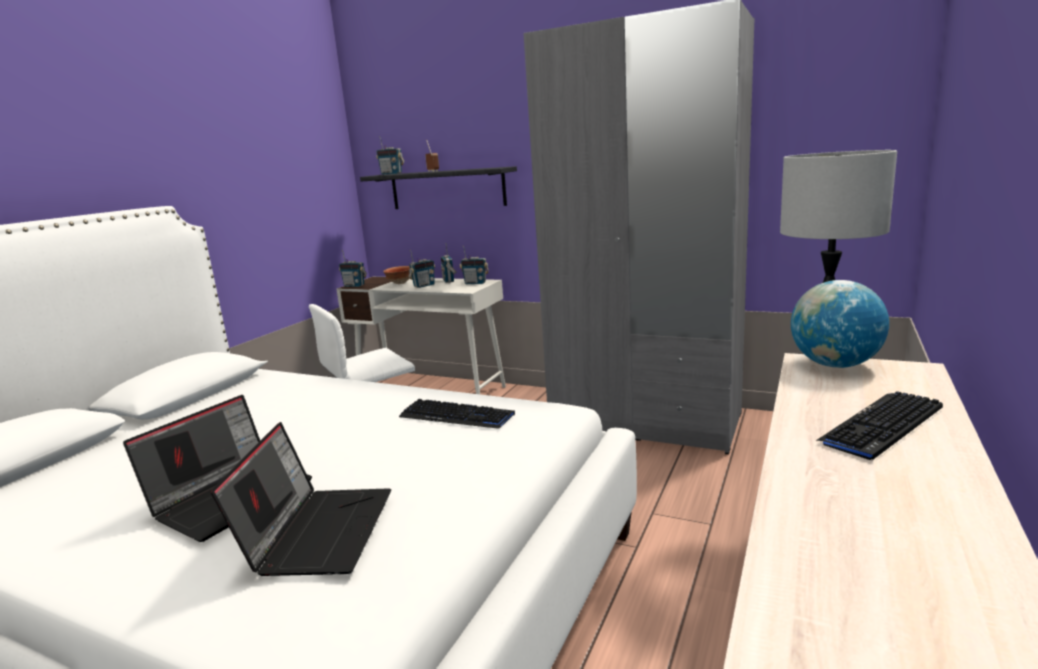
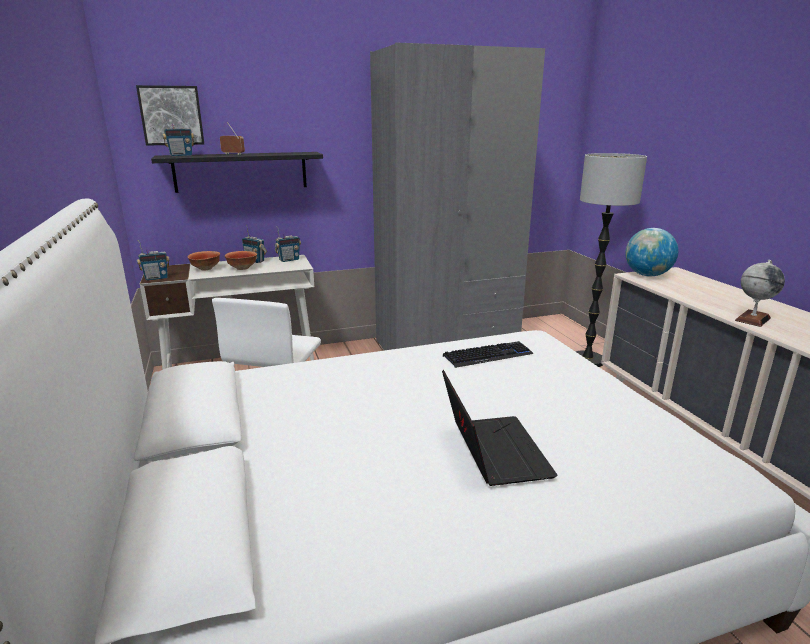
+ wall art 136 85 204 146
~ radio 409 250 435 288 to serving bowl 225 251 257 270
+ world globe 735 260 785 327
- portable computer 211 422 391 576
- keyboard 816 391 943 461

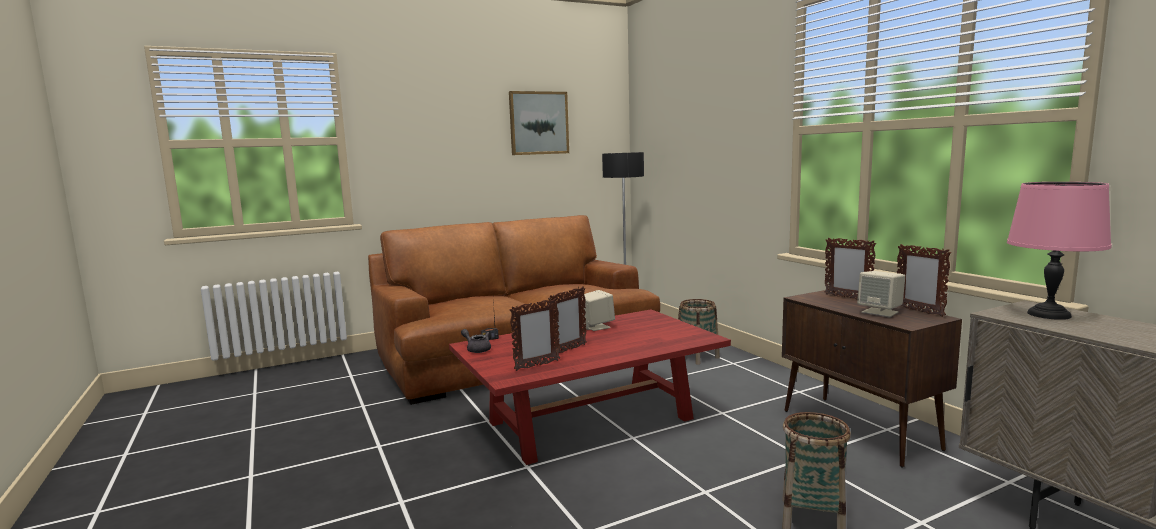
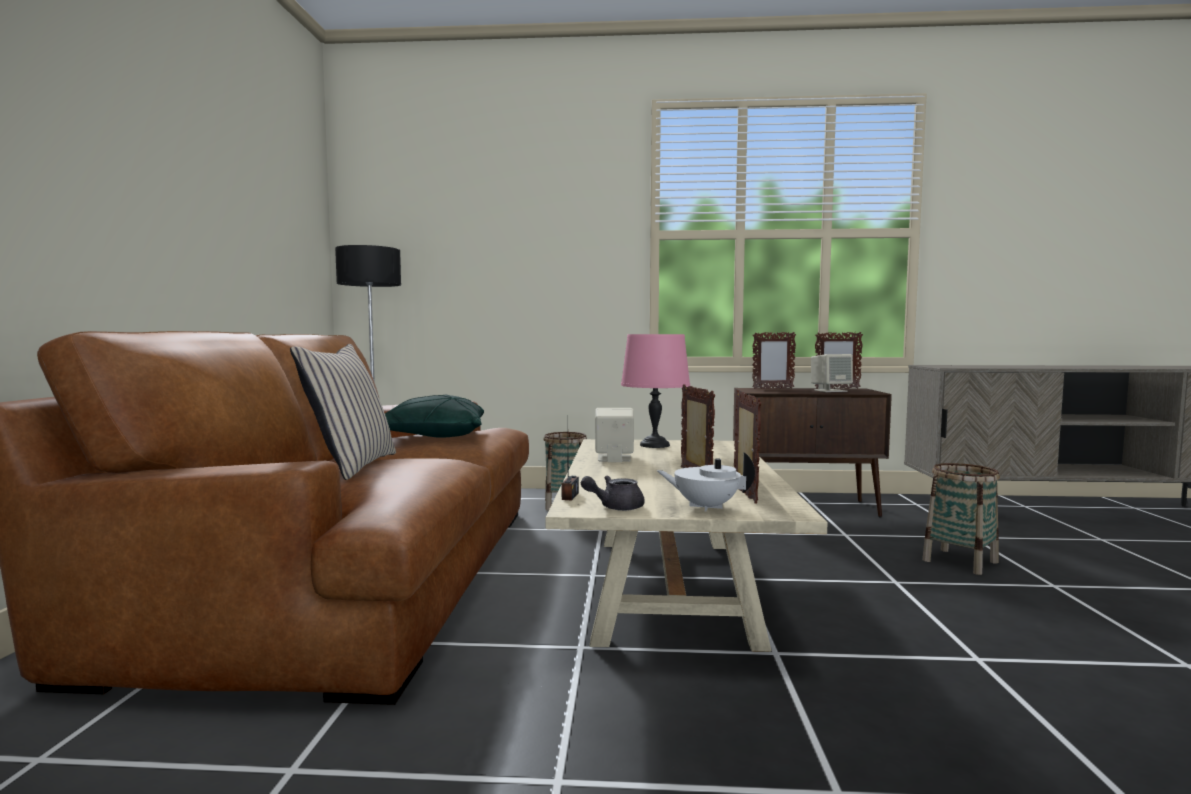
+ sand-coloured throw pillow 290 344 396 480
+ greenish throw pillow 385 395 484 438
~ red-coloured coffee table 449 309 731 465 to sand-coloured coffee table 545 439 828 652
~ pinkish table lamp 1007 182 1112 320 to 621 334 690 448
+ whitish tea pot 657 452 755 511
- wall art 509 91 569 155

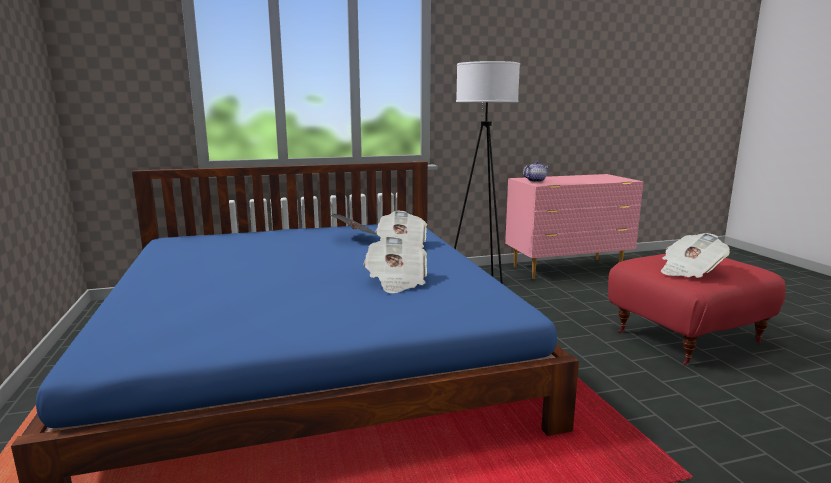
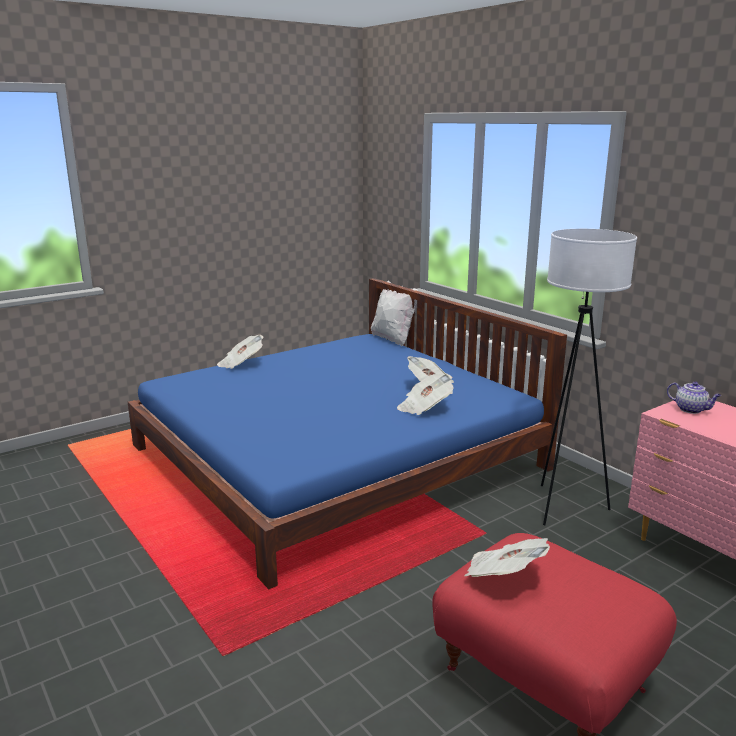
~ printed paper 363 236 427 293 to 217 335 264 369
+ whitish throw pillow 371 280 419 346

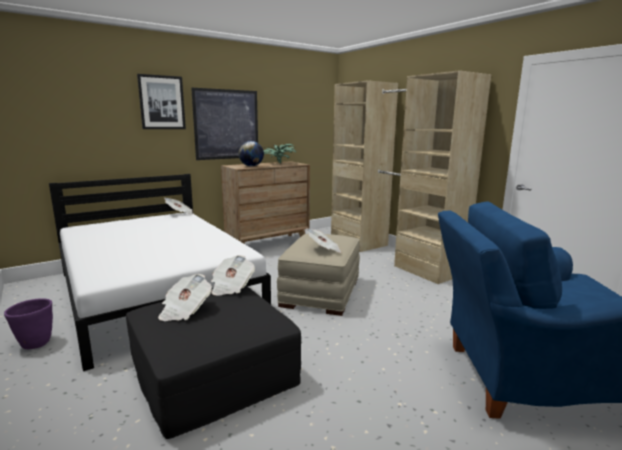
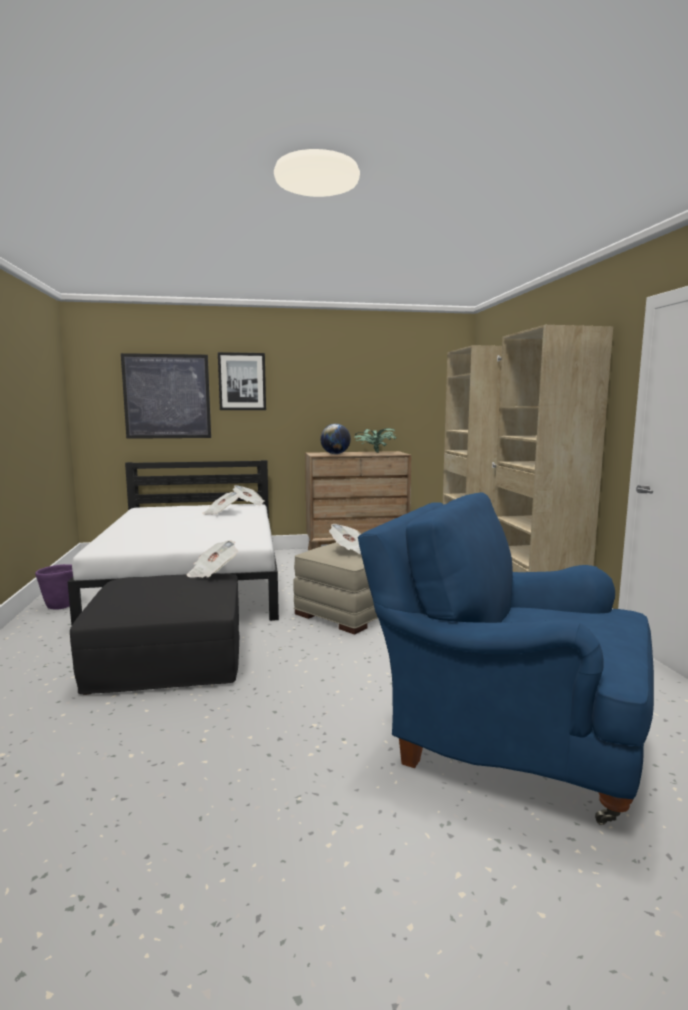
~ wall art 191 88 258 160 to 121 353 211 439
~ printed paper 158 274 212 321 to 202 491 238 515

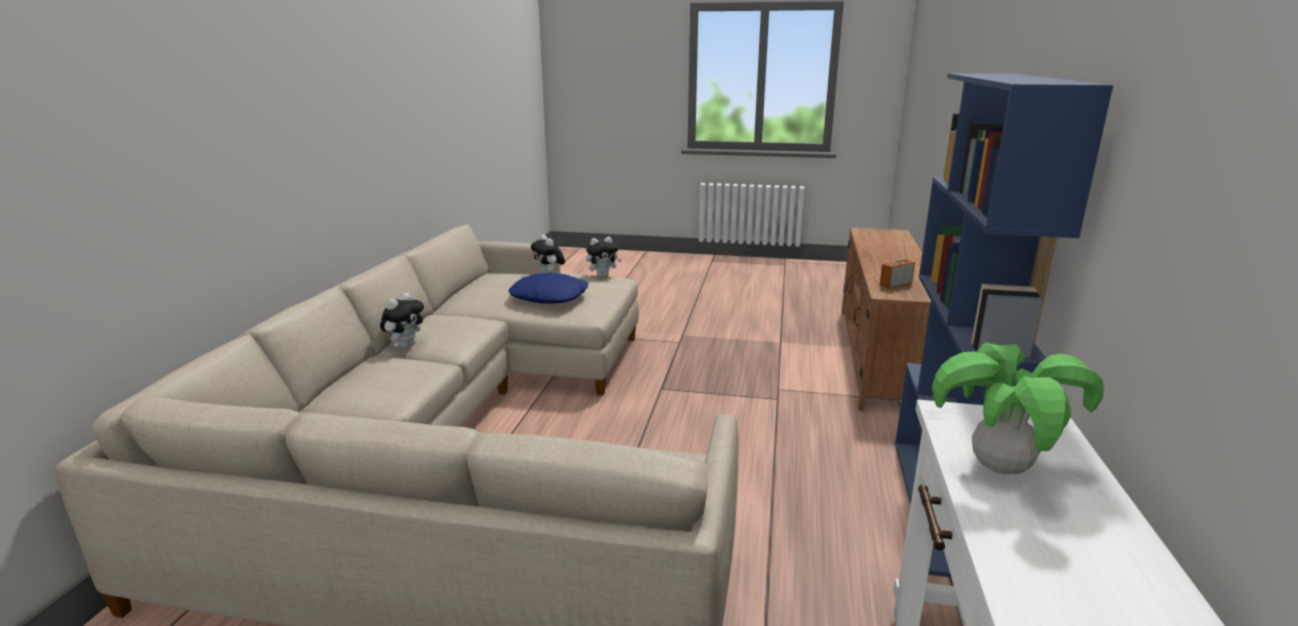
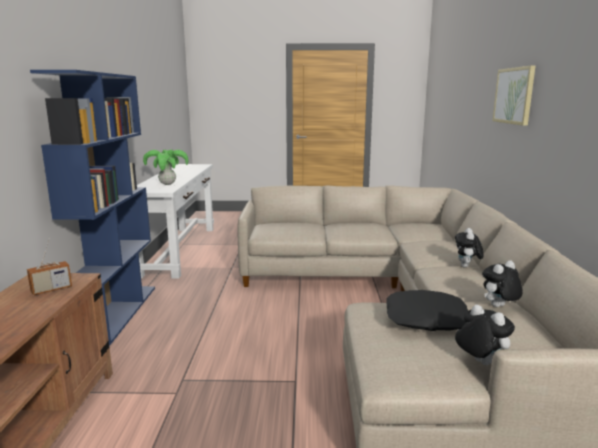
~ blue-coloured throw pillow 508 273 588 304 to black-coloured throw pillow 386 290 468 331
~ soft toy 586 237 622 277 to 482 260 523 307
+ wall art 493 65 536 126

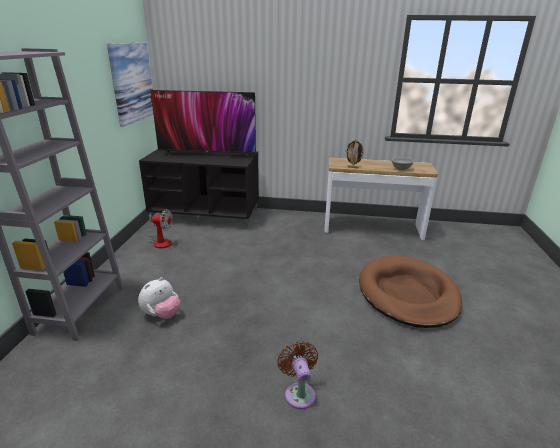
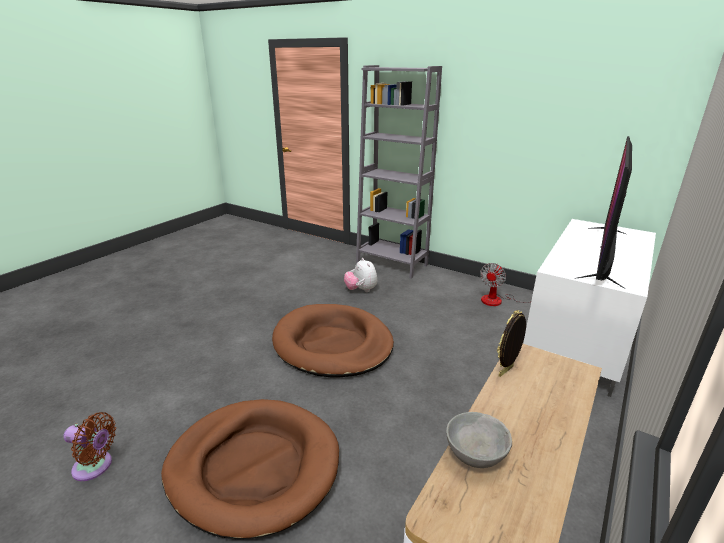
~ brown cooling fan 277 341 318 409 to 63 412 116 481
+ brown pet bed 272 304 394 378
~ black-coloured tv stand 139 149 259 230 to whitish tv stand 523 219 656 397
- wall art 107 42 153 127

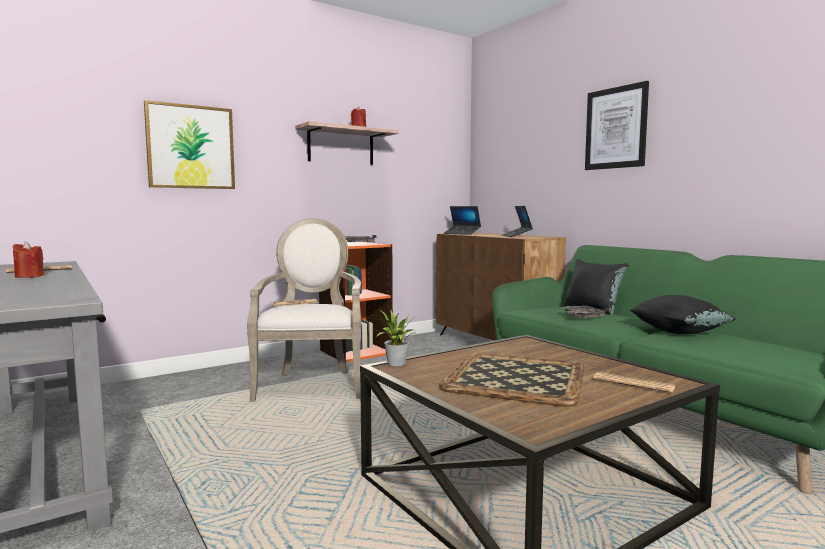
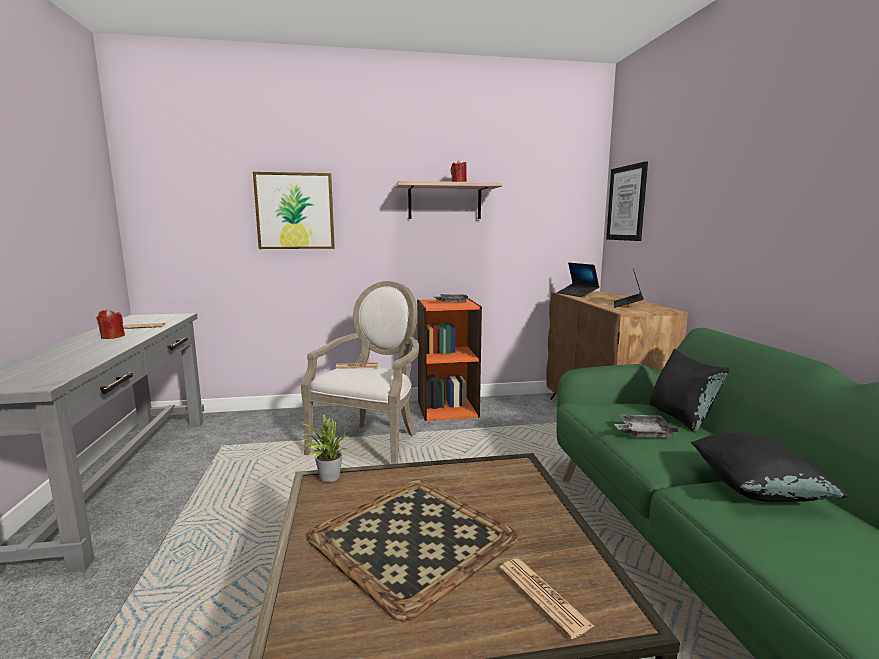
~ wall art 585 81 649 170 to 606 161 648 241

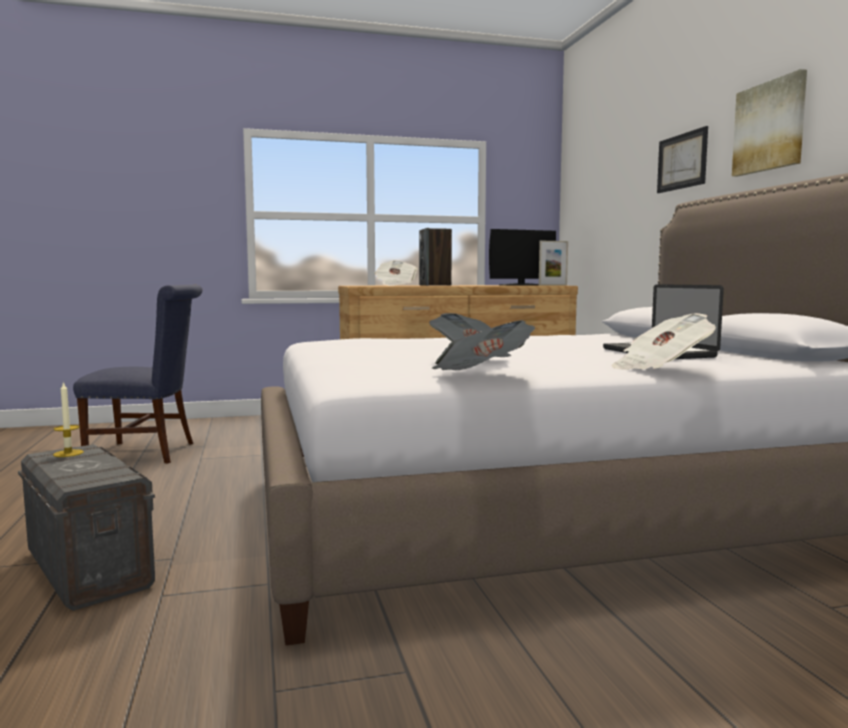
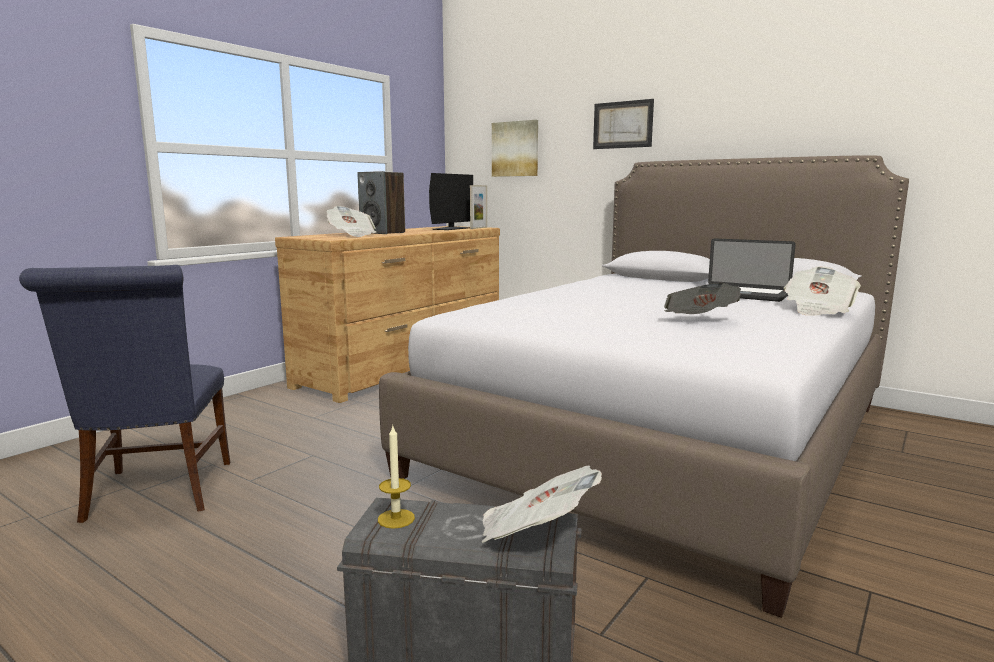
~ blue-coloured plain chair 73 285 202 463 = 19 265 231 523 120 degrees clockwise
~ printed paper 432 320 535 370 to 482 465 602 543
~ wall art 732 69 807 177 to 492 120 538 177

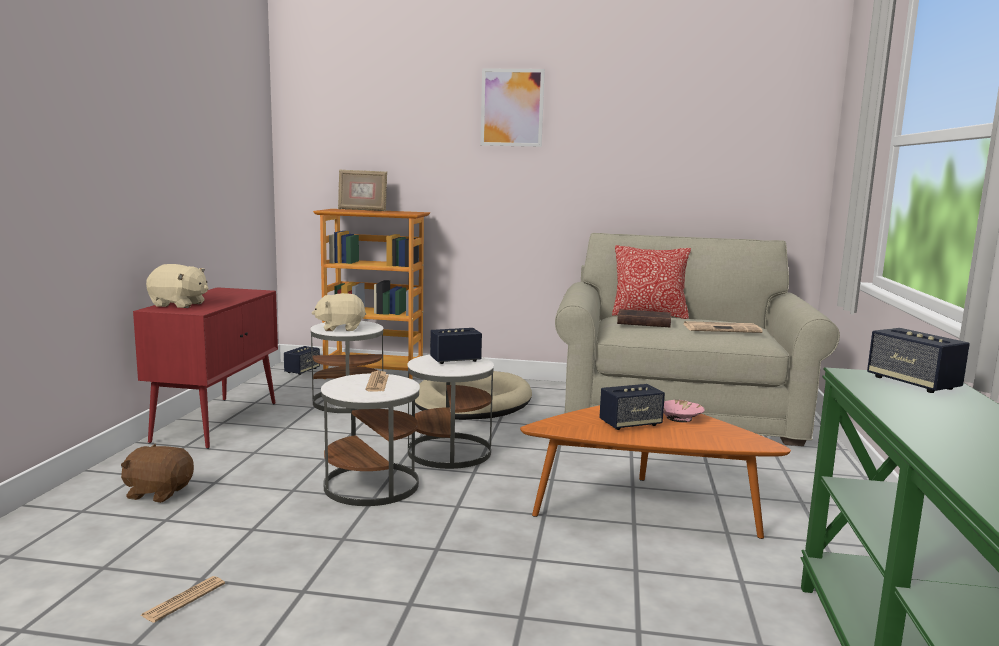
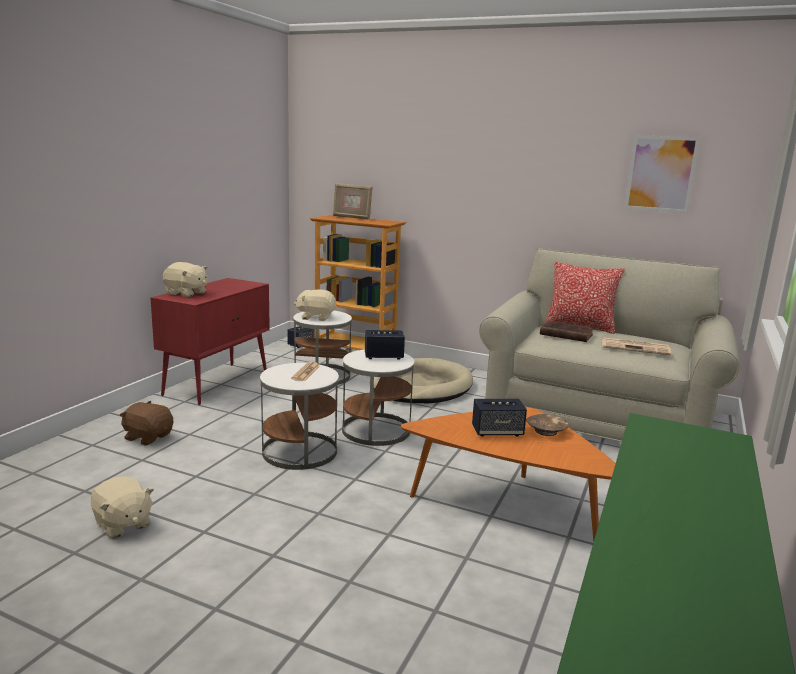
~ printed paper 140 576 225 623 to sand-coloured soft toy 91 476 154 539
~ pinkish serving bowl 663 400 705 422 to brown serving bowl 526 414 568 436
~ wall art 481 68 545 147 to 624 135 700 213
- audio speaker 867 328 970 393

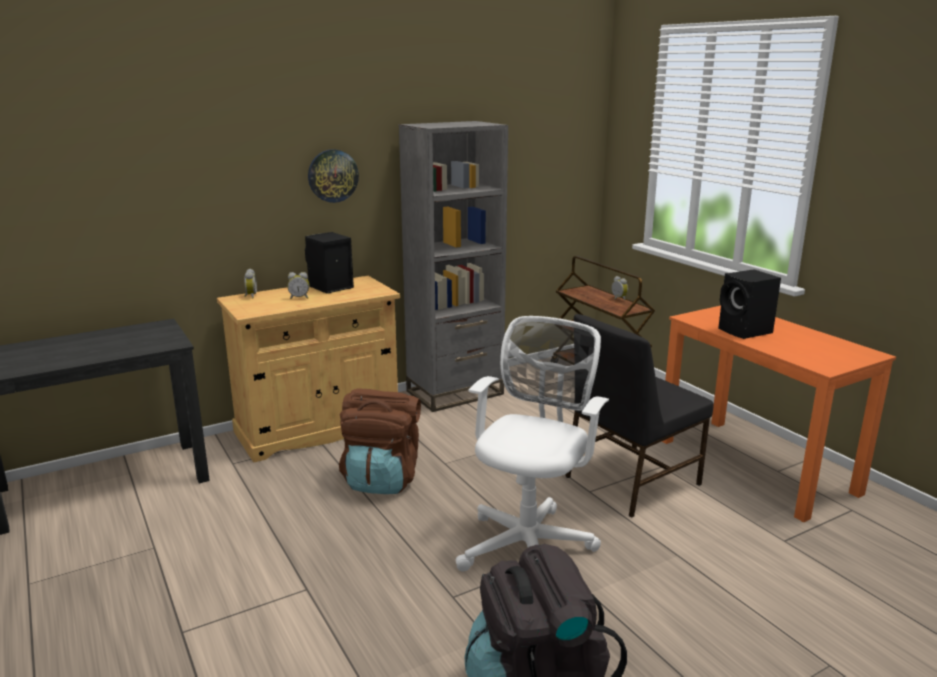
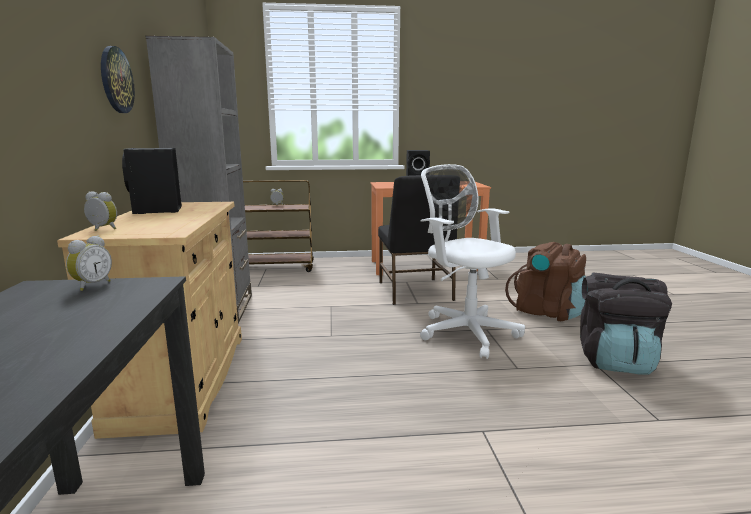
~ bedside clock 287 272 310 299 to 66 235 112 291
~ brown knapsack 339 388 421 494 to 505 242 586 321

